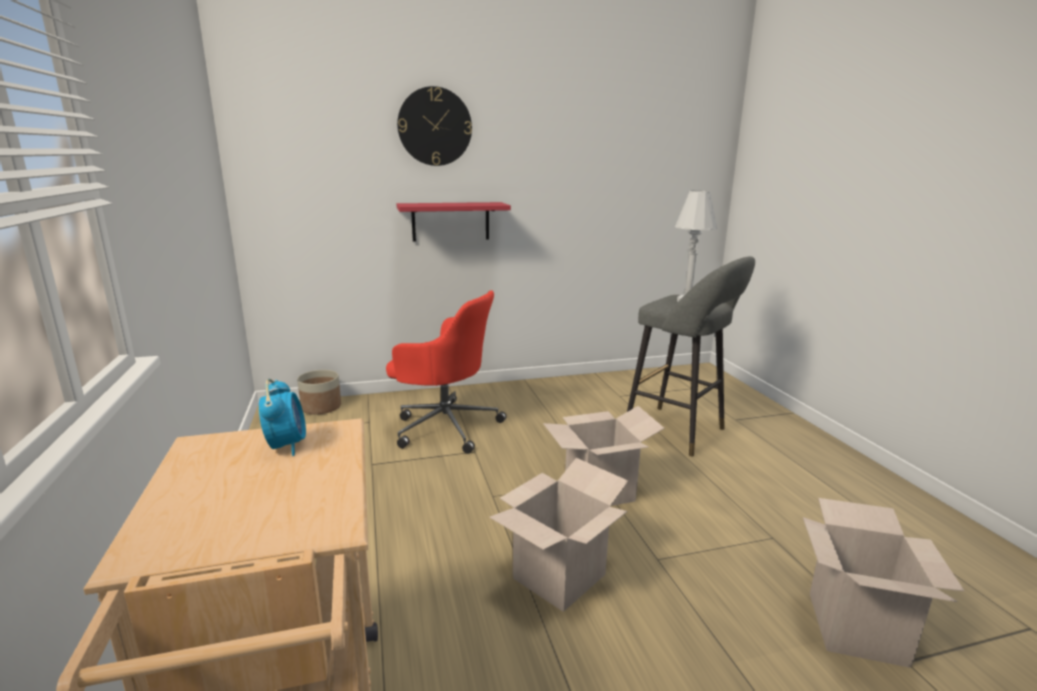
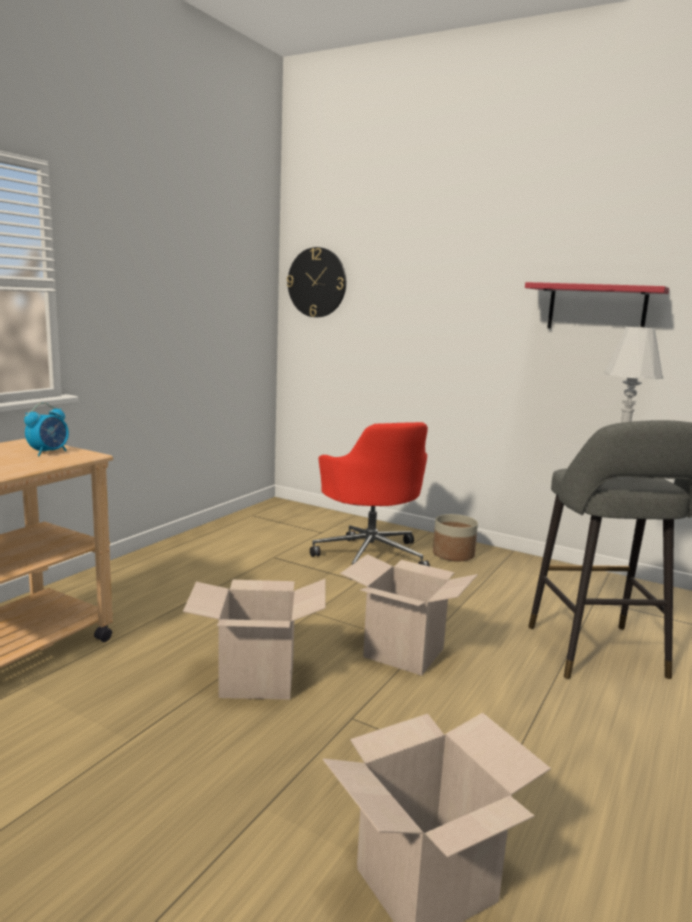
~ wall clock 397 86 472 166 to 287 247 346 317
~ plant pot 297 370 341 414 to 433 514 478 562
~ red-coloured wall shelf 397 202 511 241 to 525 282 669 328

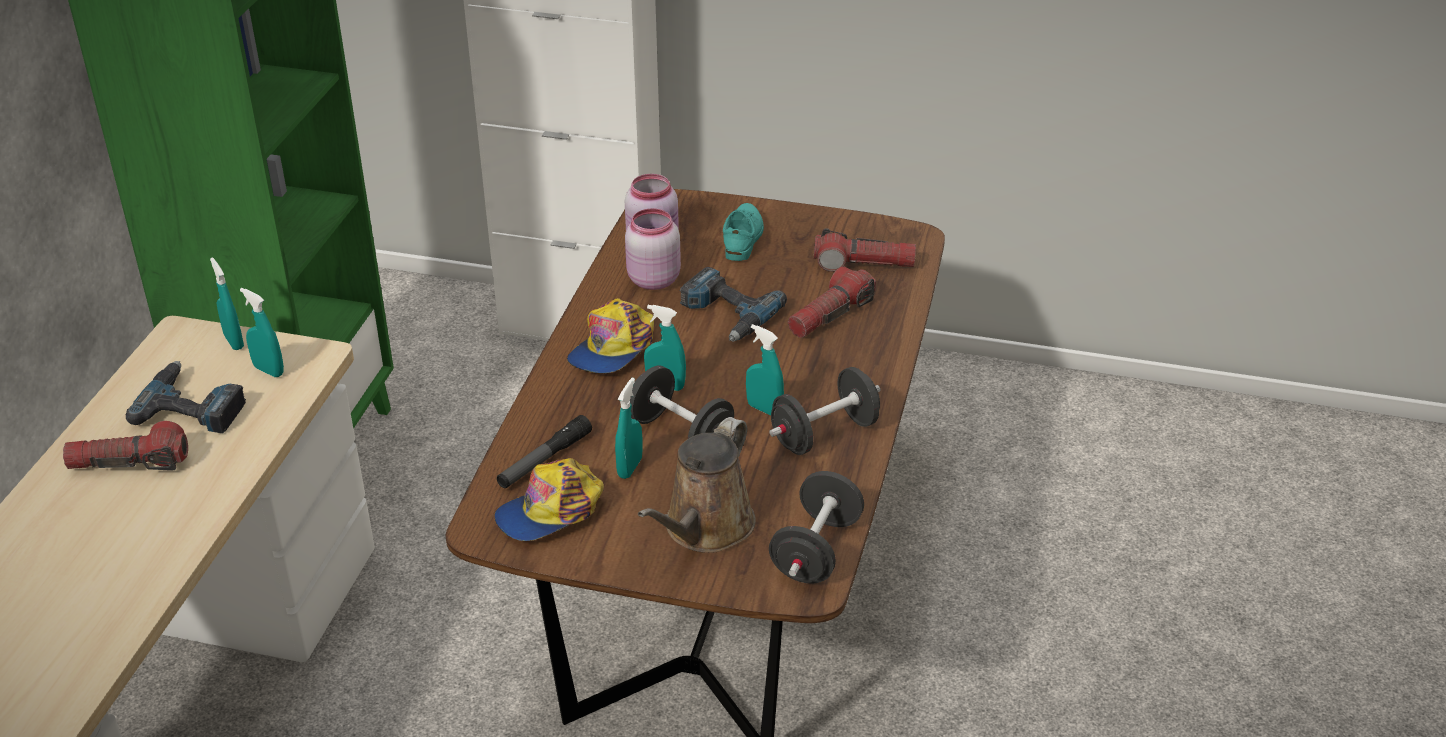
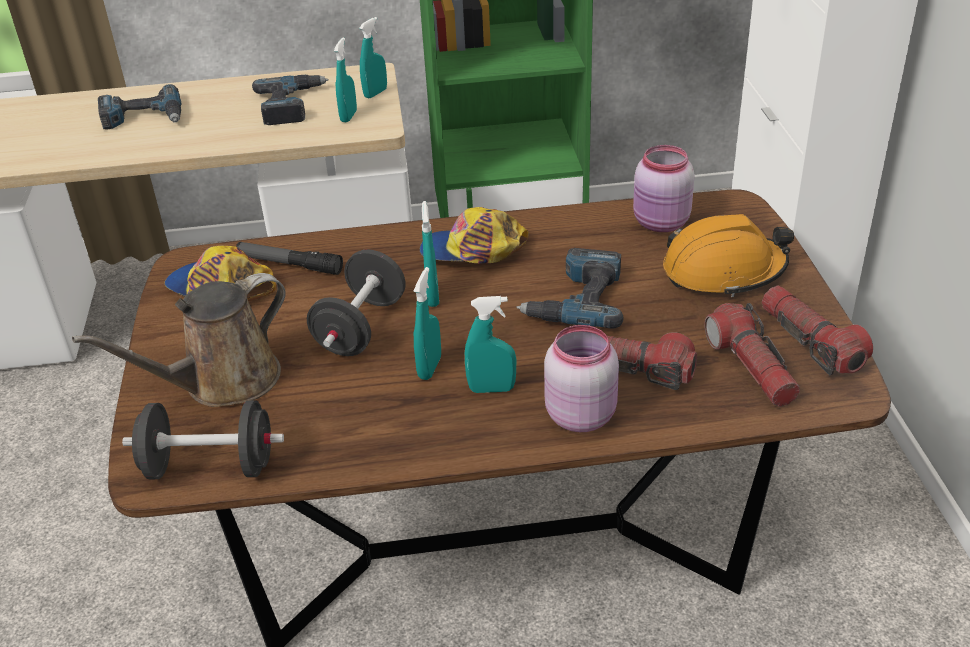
~ brown watering can 638 417 756 553 = 72 273 286 407 45 degrees counterclockwise
+ power drill 98 84 181 130
~ turquoise sprayer 615 378 643 479 to 465 296 516 393
~ pinkish preserve jar 625 208 681 290 to 544 325 619 432
~ turquoise item of footwear 723 203 764 261 to orangey work helmet 663 214 794 297
~ torch 63 421 188 471 to 762 286 873 375
- black-coloured dumbbell 769 367 880 455

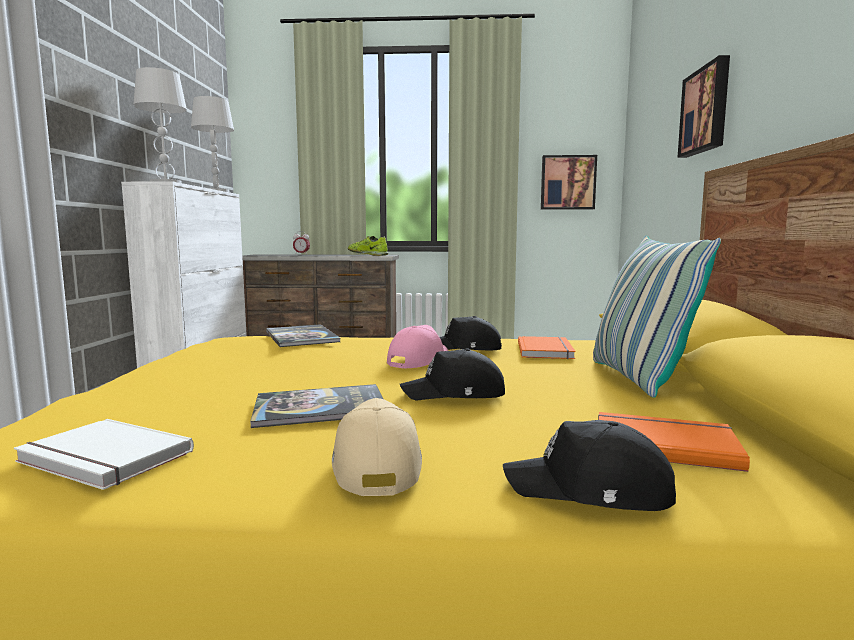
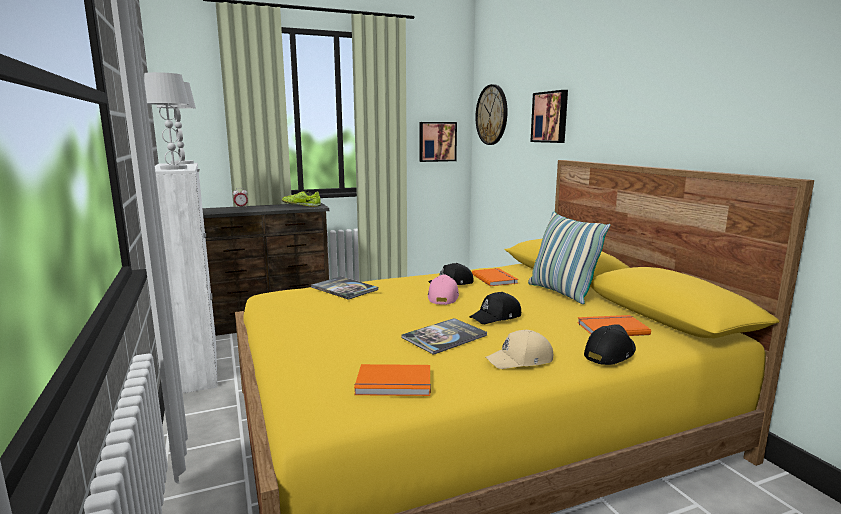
~ whitish book 14 419 194 490 to orangey book 354 364 431 396
+ wall clock 475 84 508 145
~ sand-coloured cap 332 398 422 496 = 486 330 553 369 75 degrees counterclockwise
~ black-coloured cap 503 420 676 511 = 584 324 636 365 150 degrees clockwise

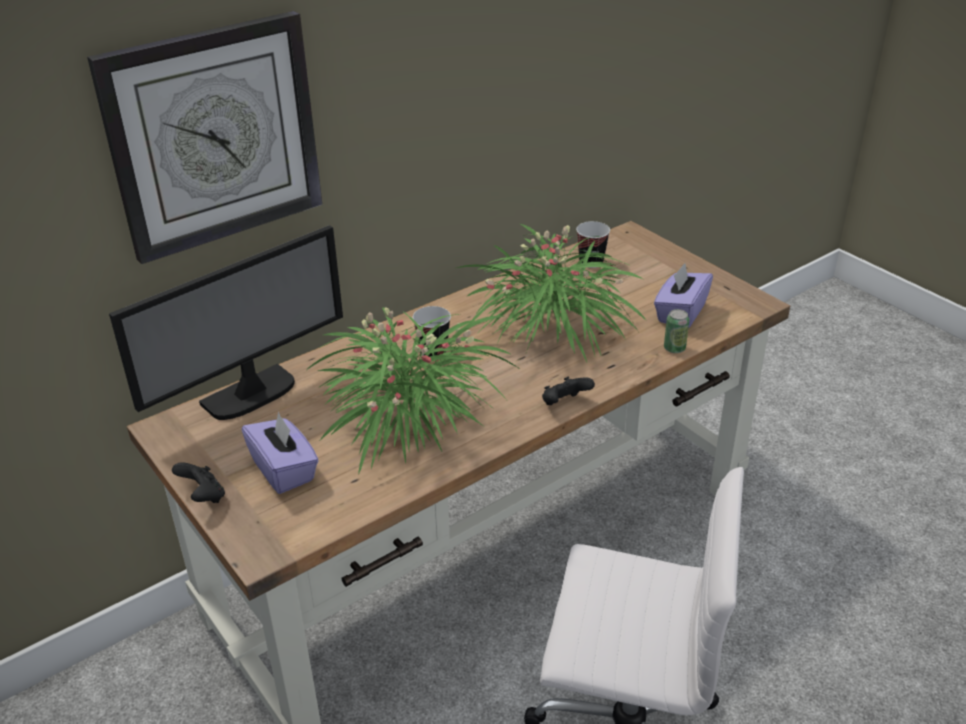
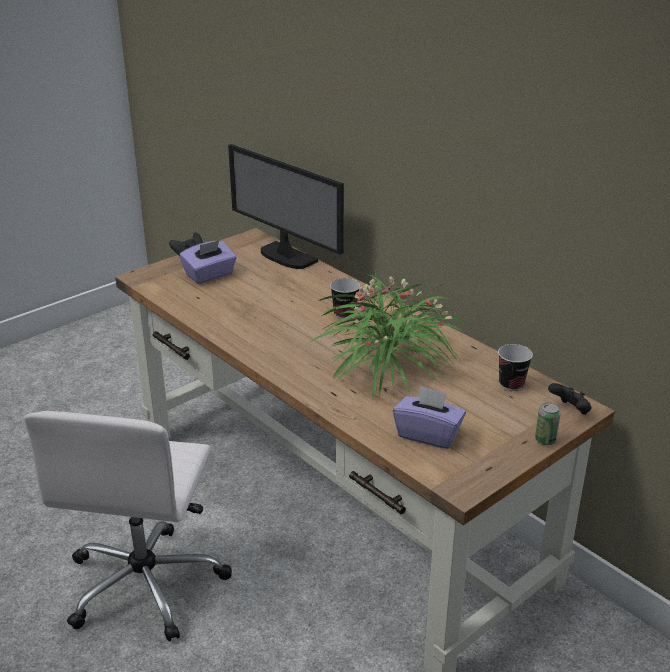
~ metal can 664 309 689 353 to 535 402 561 445
~ black-coloured game controller 542 377 595 405 to 548 383 592 415
- wall clock 87 11 322 264
- plant in a pot 308 307 521 476

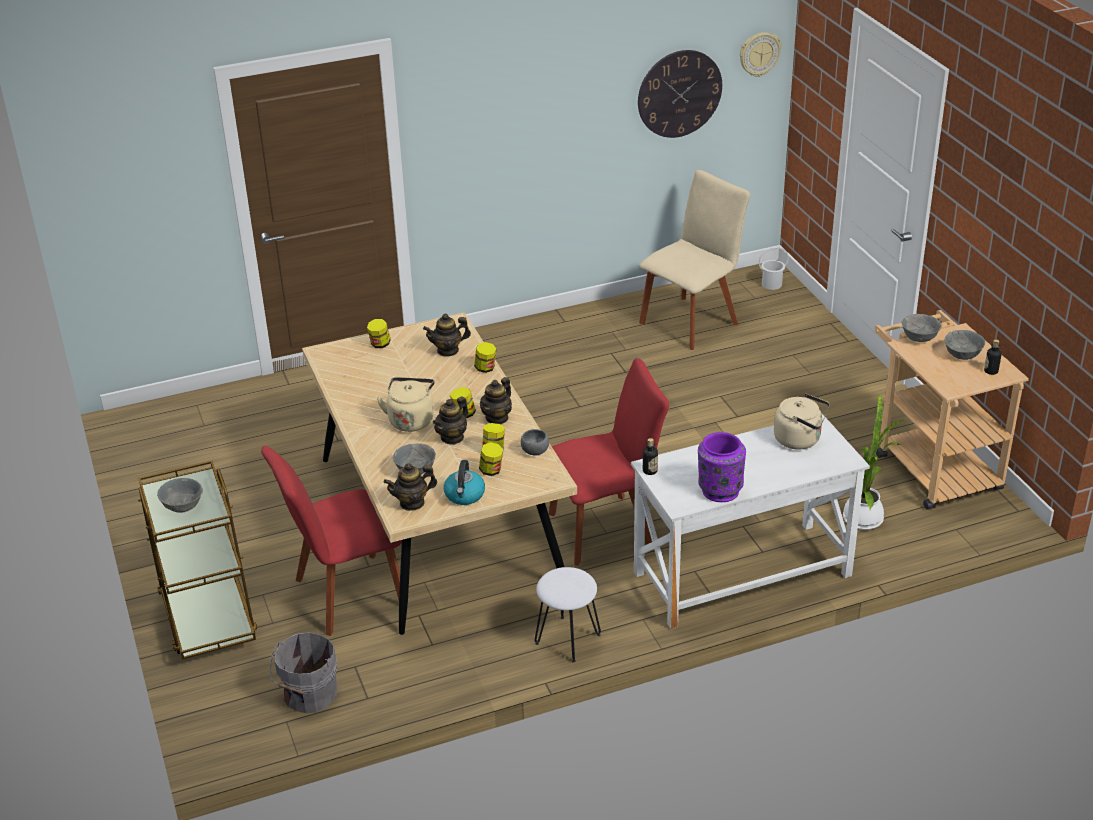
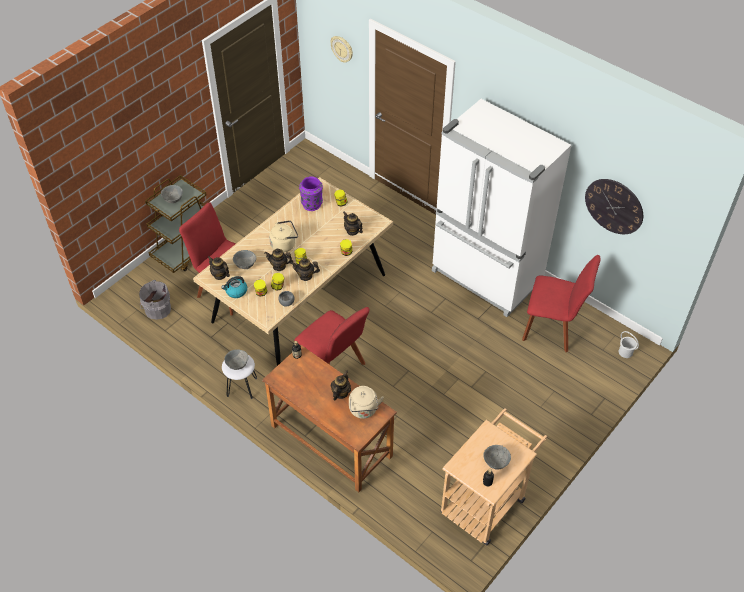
~ greyish serving bowl 902 314 942 342 to 224 349 248 370
~ whitish desk 631 413 870 629 to brown desk 262 345 397 492
~ purplish flower vase 698 432 746 502 to 299 176 323 211
~ wall clock 740 32 782 77 to 330 36 353 63
+ tea pot 331 370 351 400
+ whitish kitchen fridge 432 99 571 317
~ sand-coloured plain chair 639 170 750 350 to red-coloured plain chair 522 255 601 352
- plant in a pot 843 394 903 530

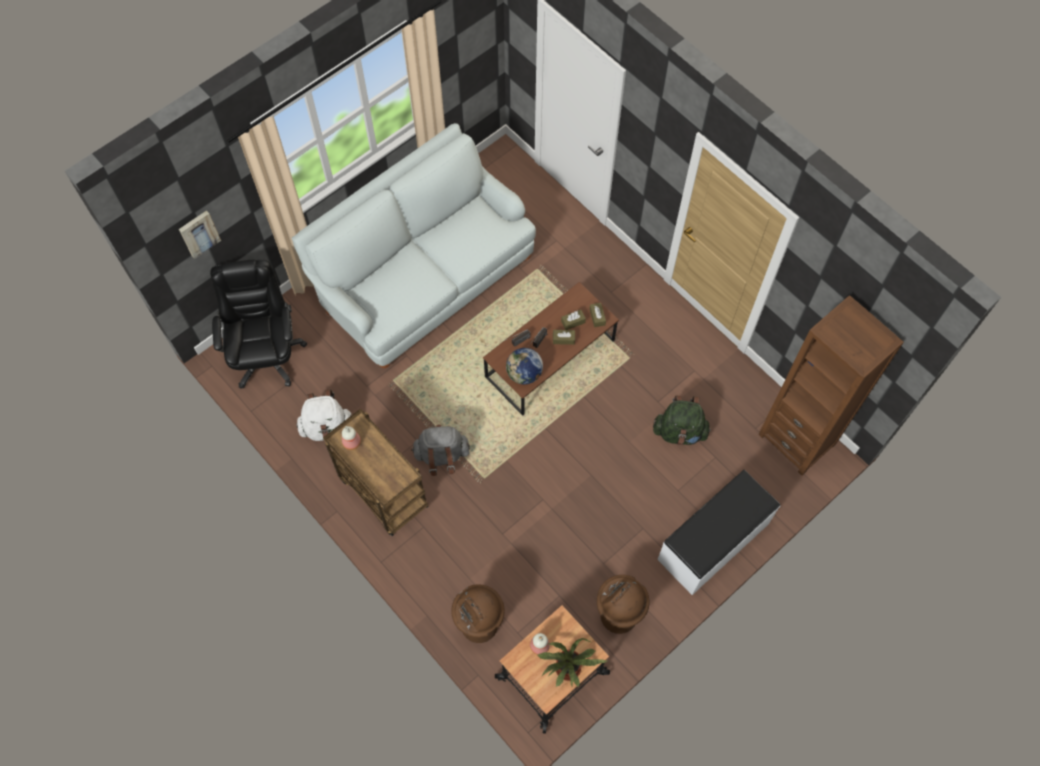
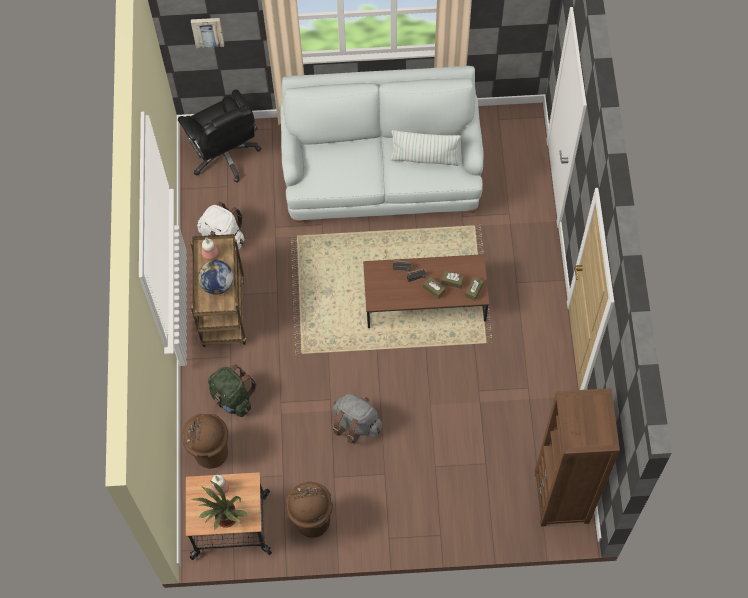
~ black-coloured office chair 210 260 307 388 = 178 90 262 183 120 degrees clockwise
~ world globe 506 348 543 384 to 198 260 233 295
~ greenish knapsack 653 396 711 445 to 208 364 256 417
~ greyish knapsack 411 424 470 476 to 333 394 382 444
+ throw pillow 390 130 461 166
- whitish indoor bench 657 470 780 595

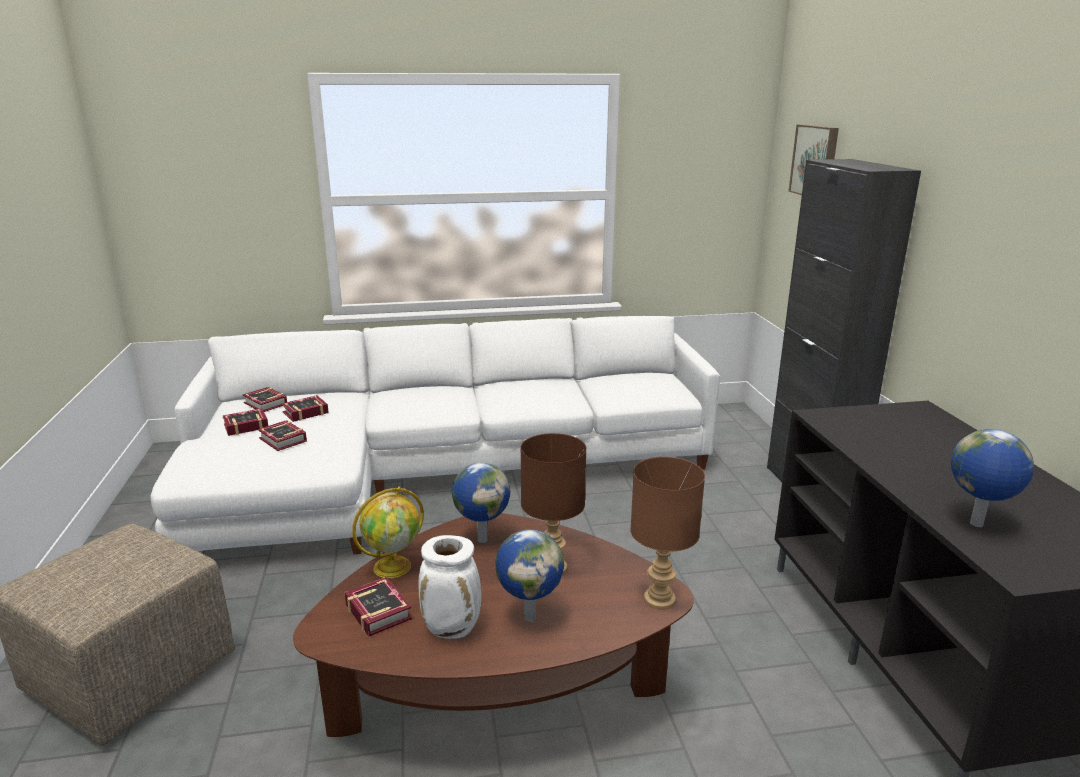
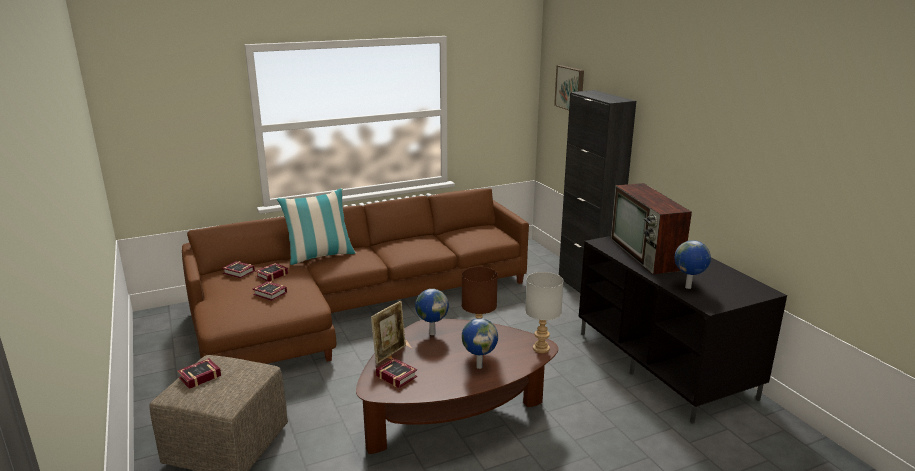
~ book 223 408 268 436 to 177 358 221 389
~ whitish sofa 150 316 720 555 to brown sofa 182 188 529 364
+ throw pillow 277 188 356 265
~ world globe 352 487 424 578 to standing frame 371 301 406 364
~ brown table lamp 630 457 705 610 to greyish table lamp 525 272 564 353
+ TV set 611 183 692 274
- whitish flower vase 419 535 481 639

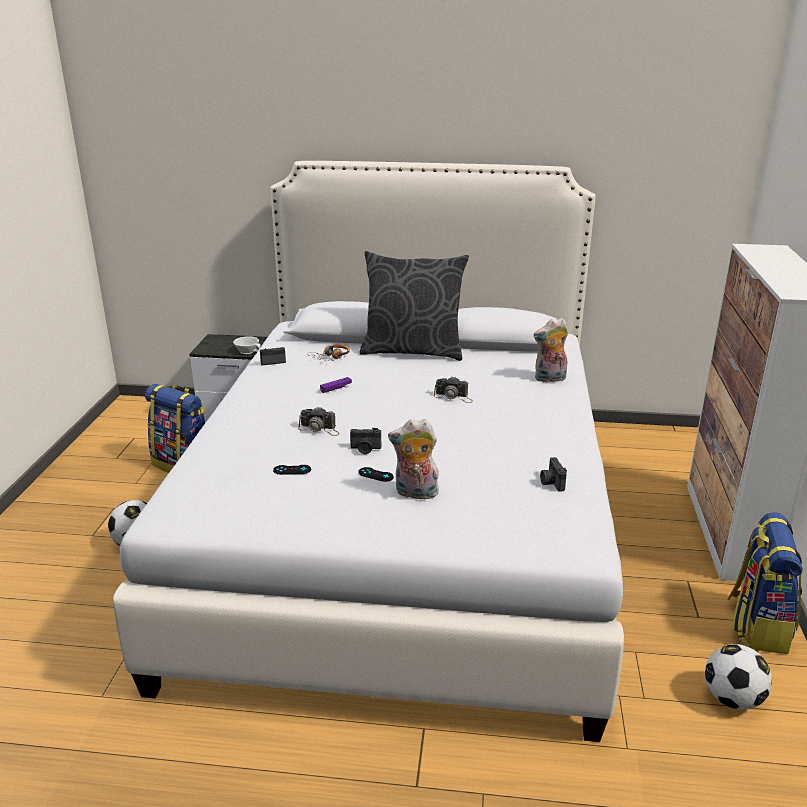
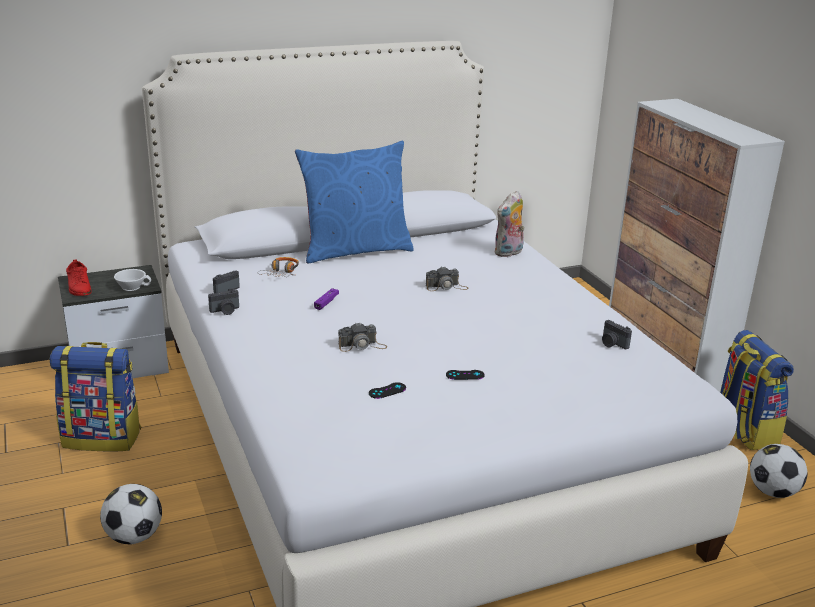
+ red-coloured item of footwear 66 259 91 296
~ photo camera 350 428 381 454 to 208 288 239 315
~ greyish throw pillow 359 251 469 361 to blue-coloured throw pillow 295 141 414 264
- soft toy 388 419 439 502

